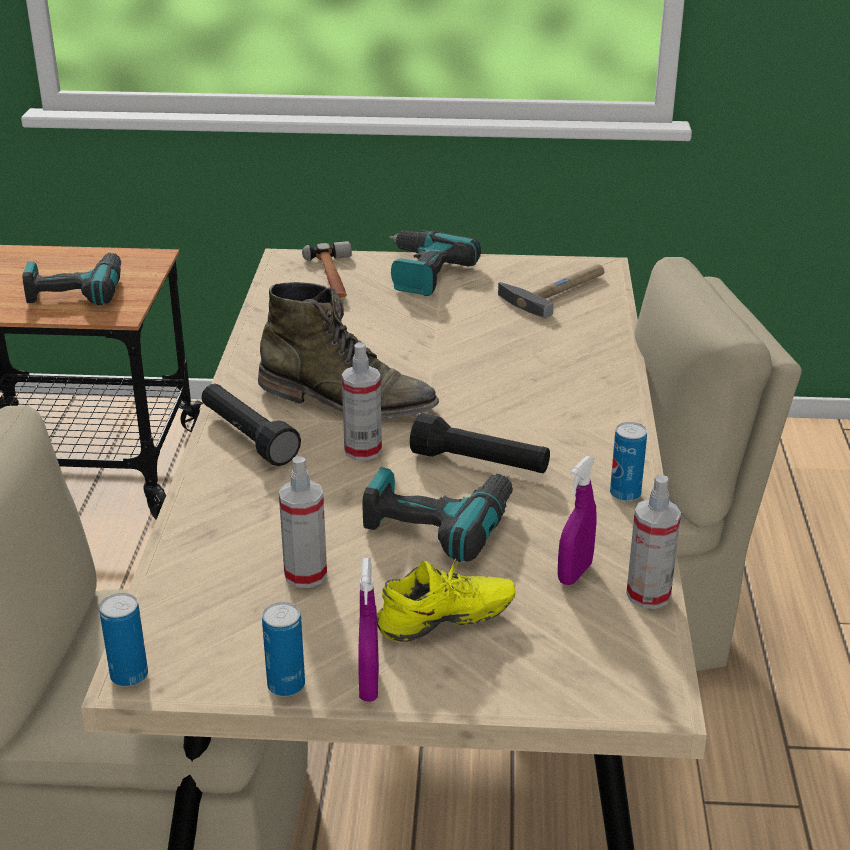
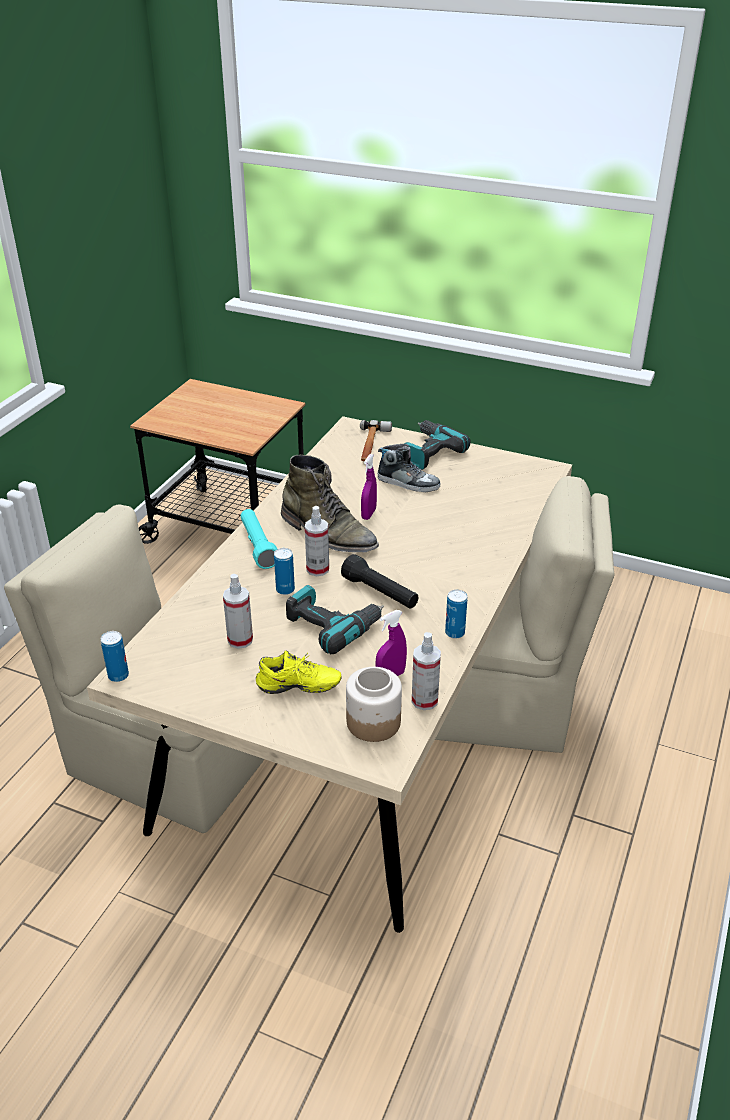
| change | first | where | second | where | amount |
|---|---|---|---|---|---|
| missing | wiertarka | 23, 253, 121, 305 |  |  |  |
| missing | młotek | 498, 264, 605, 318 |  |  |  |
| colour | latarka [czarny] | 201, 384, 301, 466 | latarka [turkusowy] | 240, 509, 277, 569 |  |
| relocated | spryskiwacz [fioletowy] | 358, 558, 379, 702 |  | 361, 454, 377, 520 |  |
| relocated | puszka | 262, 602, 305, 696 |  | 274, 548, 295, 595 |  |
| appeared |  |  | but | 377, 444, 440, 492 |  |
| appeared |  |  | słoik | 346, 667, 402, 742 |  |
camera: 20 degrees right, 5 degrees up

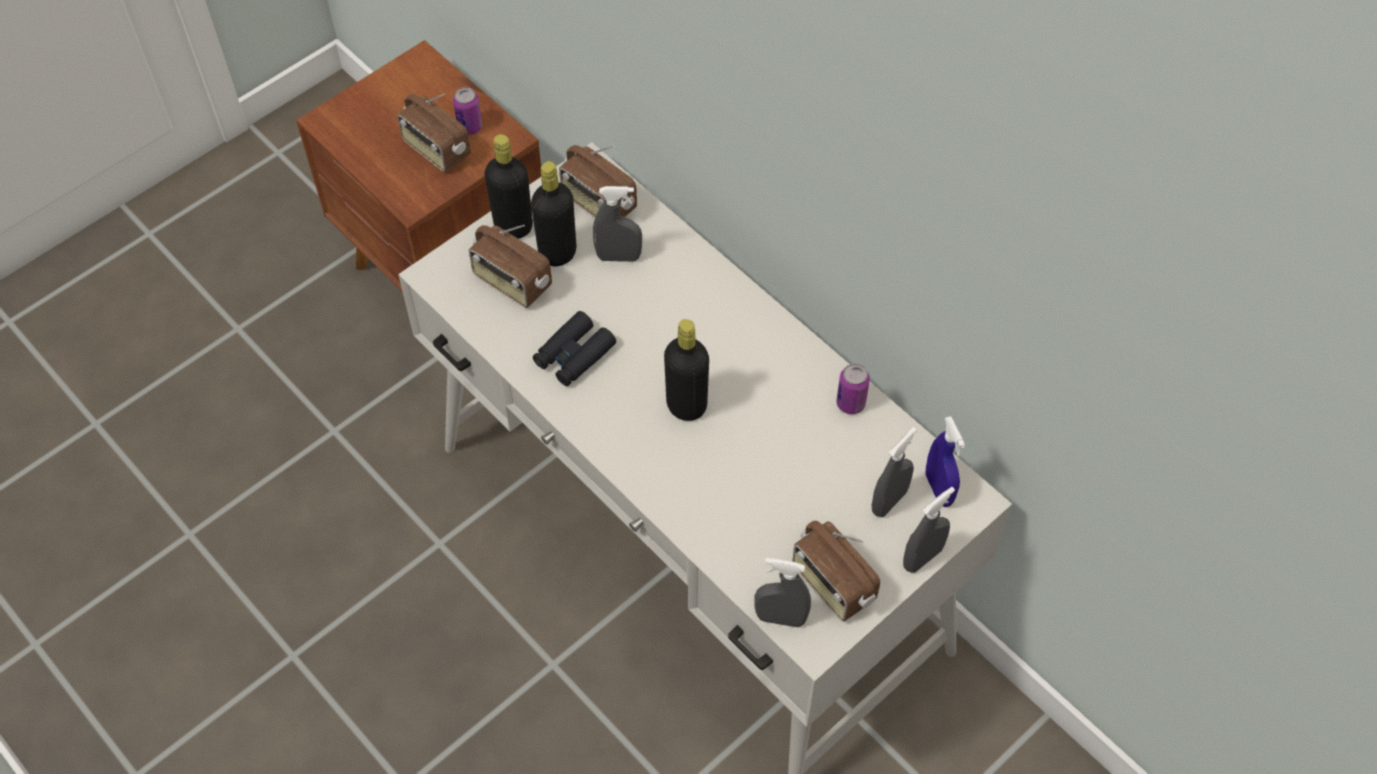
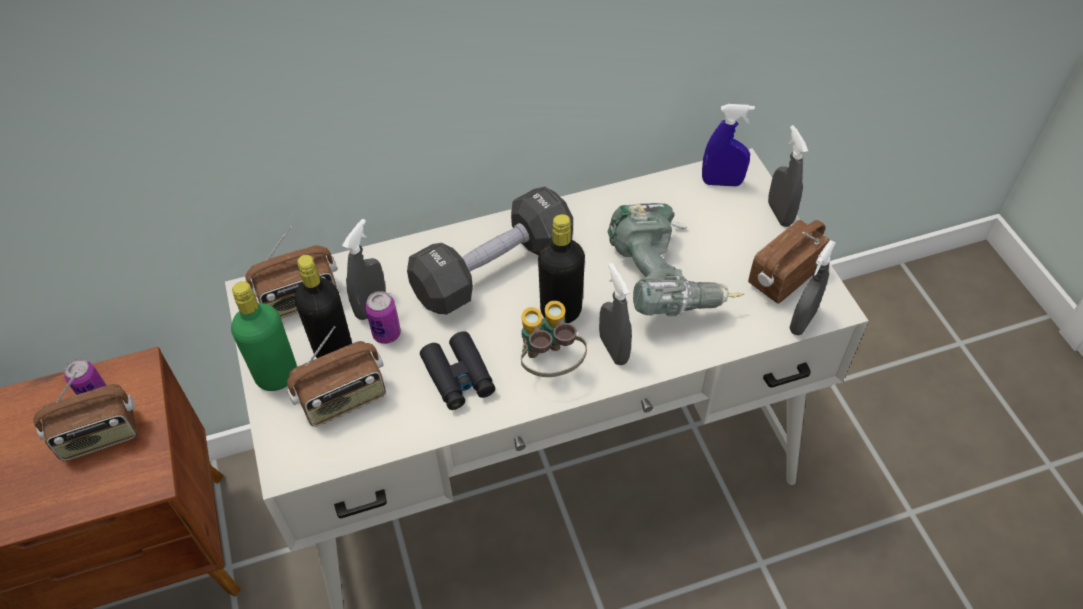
| change | first | where | second | where | amount |
|---|---|---|---|---|---|
| colour | butelka [czarny] | 485, 134, 533, 239 | butelka [zielony] | 231, 282, 297, 391 |  |
| relocated | puszka | 836, 363, 870, 414 |  | 365, 291, 401, 344 |  |
| relocated | spryskiwacz [szary] | 872, 427, 917, 517 |  | 599, 263, 632, 365 |  |
| spun | radio | 793, 521, 880, 622 |  | 748, 220, 830, 304 | 150 degrees clockwise |
| appeared |  |  | hantel [czarny] | 407, 187, 573, 314 |  |
| appeared |  |  | wiertarka | 608, 203, 745, 316 |  |
| appeared |  |  | lornetka | 521, 301, 587, 377 |  |
camera: 65 degrees left, 5 degrees down

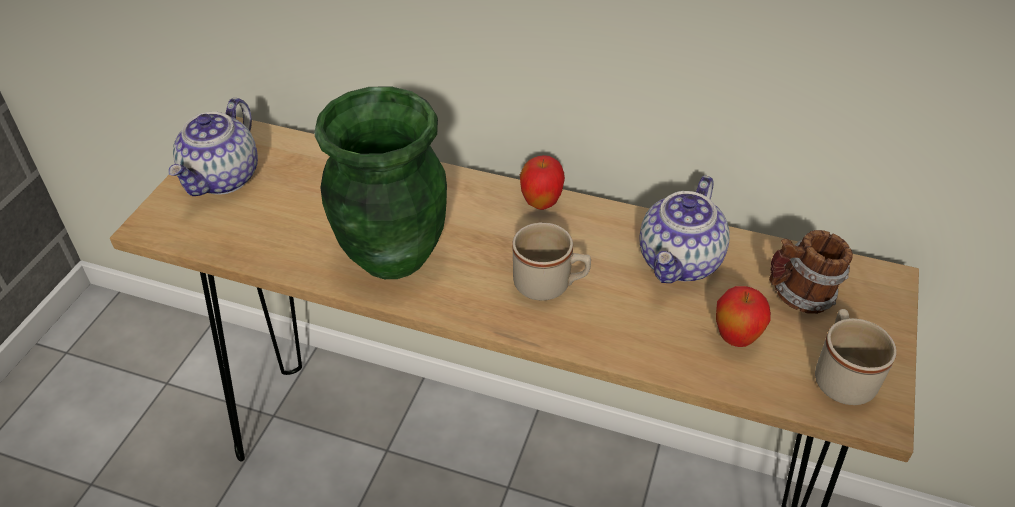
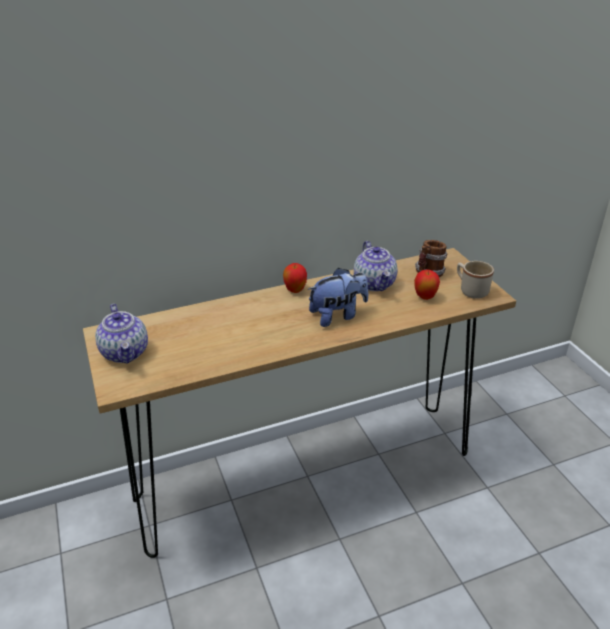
| change | first | where | second | where | amount |
|---|---|---|---|---|---|
| missing | wazon [zielony] | 314, 86, 447, 279 |  |  |  |
| exchanged | kubek [beżowy] | 512, 223, 591, 301 | pluszak | 307, 267, 368, 327 |  |
camera: 40 degrees left, 10 degrees down

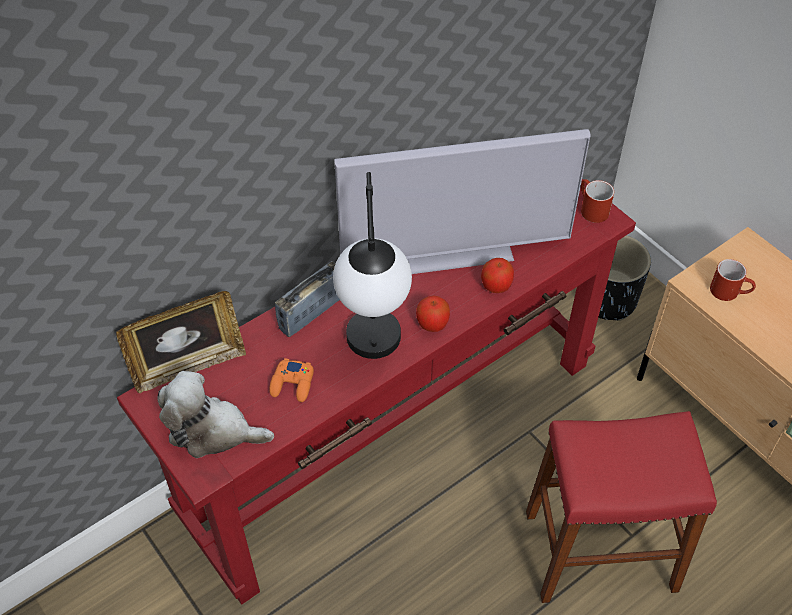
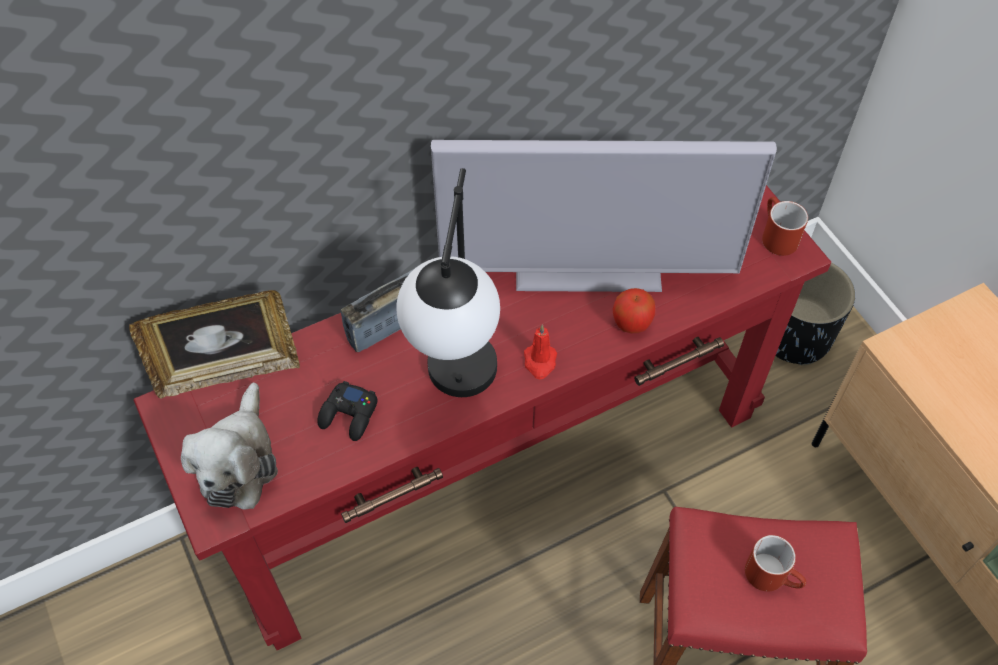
| change | first | where | second | where | amount |
|---|---|---|---|---|---|
| relocated | kubek [czerwony] | 710, 259, 756, 301 |  | 745, 535, 806, 592 |  |
| exchanged | jabłko | 416, 296, 450, 332 | świeca [czerwony] | 524, 324, 557, 379 |  |
| colour | pad do gier [pomarańczowy] | 269, 358, 314, 402 | pad do gier [czarny] | 317, 381, 378, 441 |  |
| spun | pluszak | 157, 371, 274, 458 |  | 181, 383, 278, 510 | 105 degrees counterclockwise |
camera: 10 degrees right, 5 degrees up

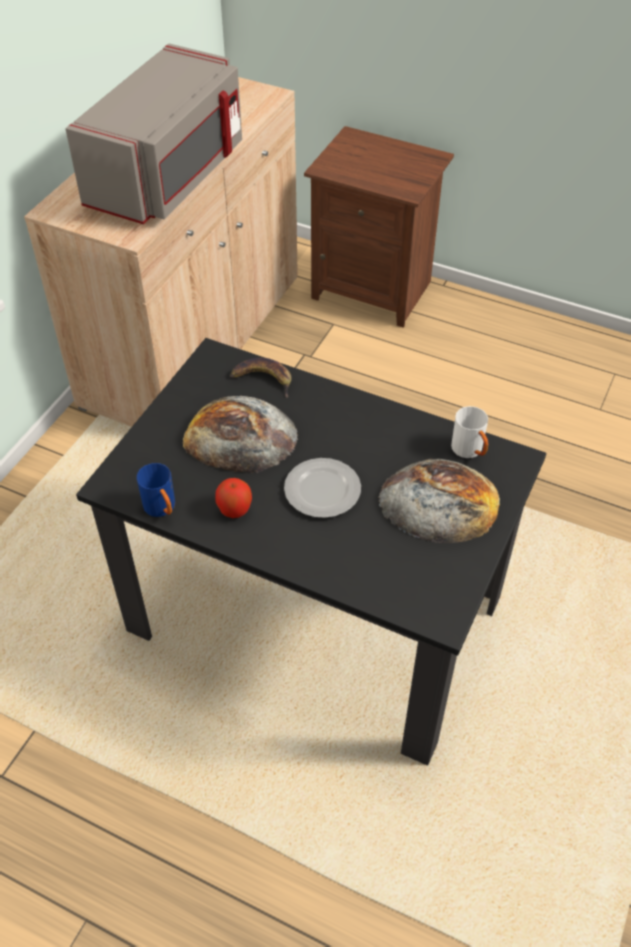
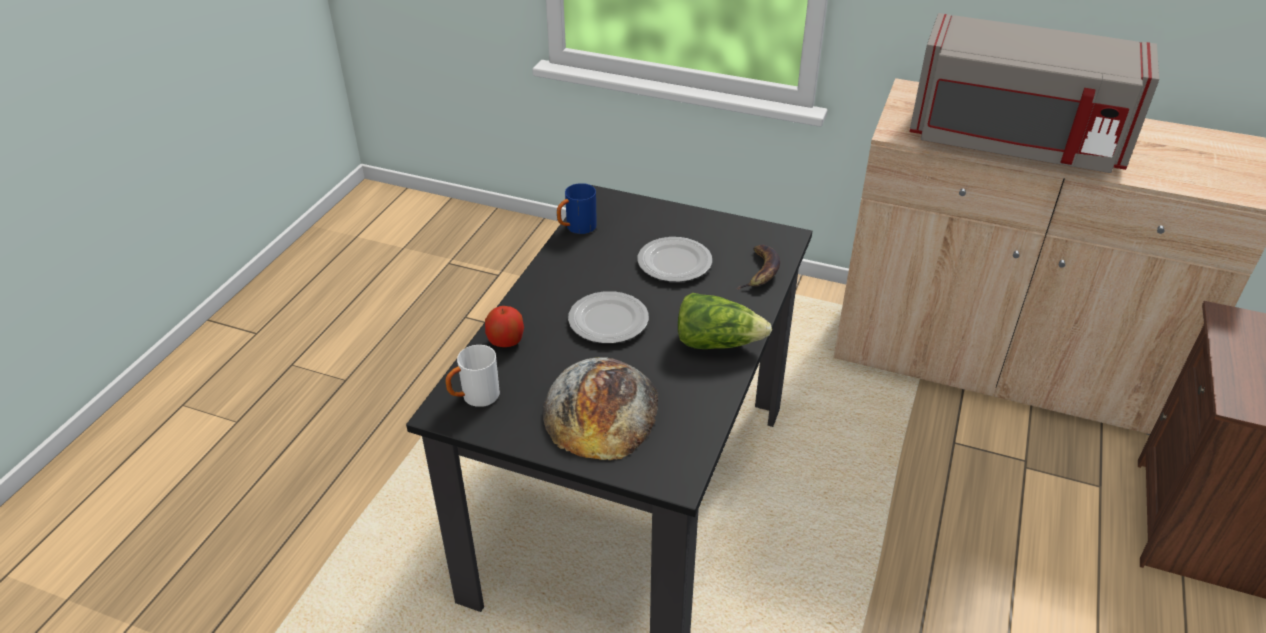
| change | first | where | second | where | amount |
|---|---|---|---|---|---|
| exchanged | chleb | 183, 396, 298, 473 | talerz | 637, 237, 712, 282 |  |
| relocated | kubek [biały] | 451, 406, 488, 458 |  | 445, 345, 500, 407 |  |
| relocated | jabłko | 215, 478, 252, 518 |  | 485, 306, 524, 347 |  |
| appeared |  |  | sałata | 678, 293, 772, 349 |  |
camera: 85 degrees right, 10 degrees down

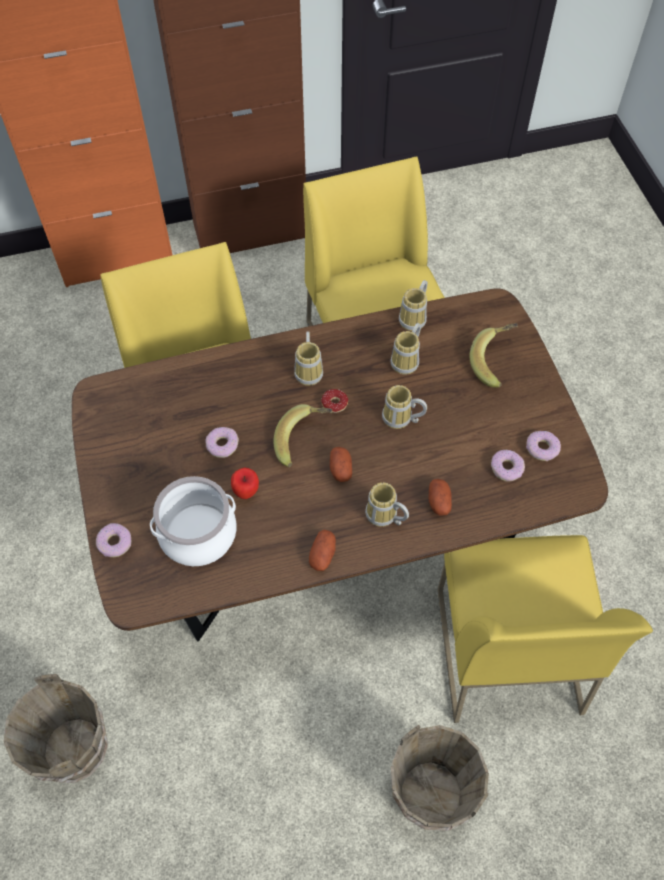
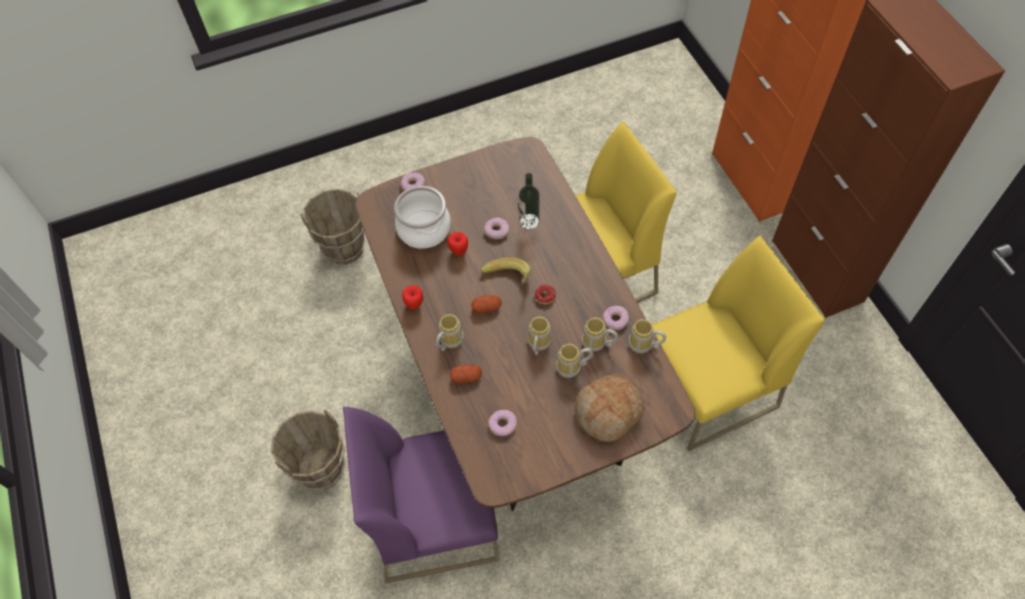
| change | first | where | second | where | amount |
|---|---|---|---|---|---|
| exchanged | banan | 470, 323, 518, 388 | chleb | 575, 374, 645, 442 |  |
| relocated | kubek | 294, 331, 323, 386 |  | 556, 344, 593, 378 |  |
| relocated | donut | 526, 431, 561, 461 |  | 603, 306, 629, 330 |  |
| exchanged | ziemniak | 309, 530, 336, 571 | jabłko | 402, 285, 423, 310 |  |
| colour | krzesło [żółty] | 437, 535, 653, 723 | krzesło [fioletowy] | 343, 407, 499, 583 |  |
| appeared |  |  | butelka | 519, 173, 540, 230 |  |
camera: 85 degrees right, 0 degrees up

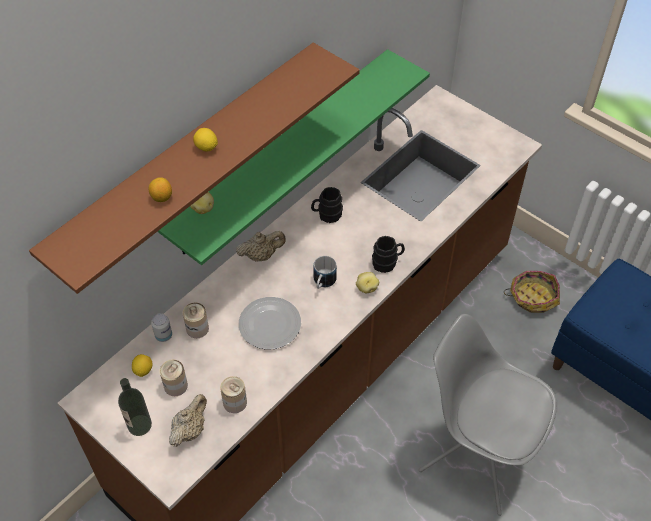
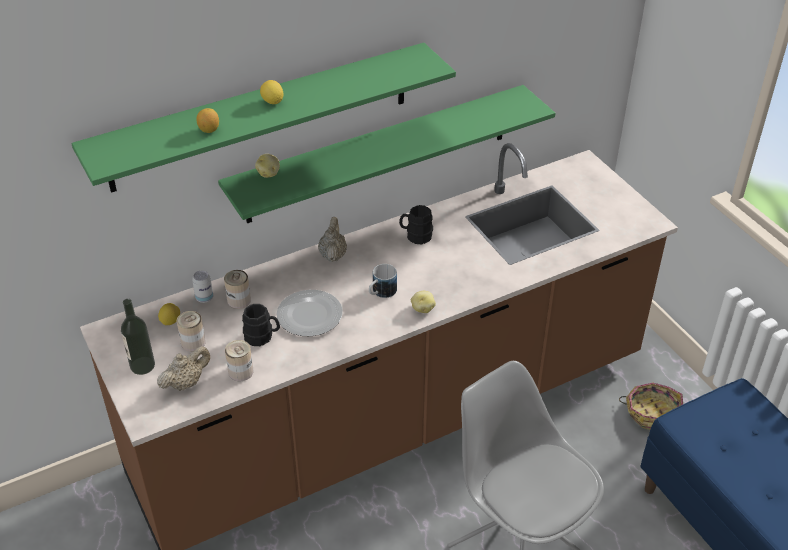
| change | first | where | second | where | amount |
|---|---|---|---|---|---|
| colour | półka [brązowy] | 29, 43, 360, 294 | półka [zielony] | 71, 43, 456, 193 |  |
| spun | imbryk [beżowy] | 236, 231, 286, 261 |  | 318, 217, 347, 262 | 90 degrees counterclockwise |
| relocated | kubek [czarny] | 372, 236, 405, 273 |  | 242, 304, 280, 346 |  |
camera: 20 degrees right, 10 degrees down

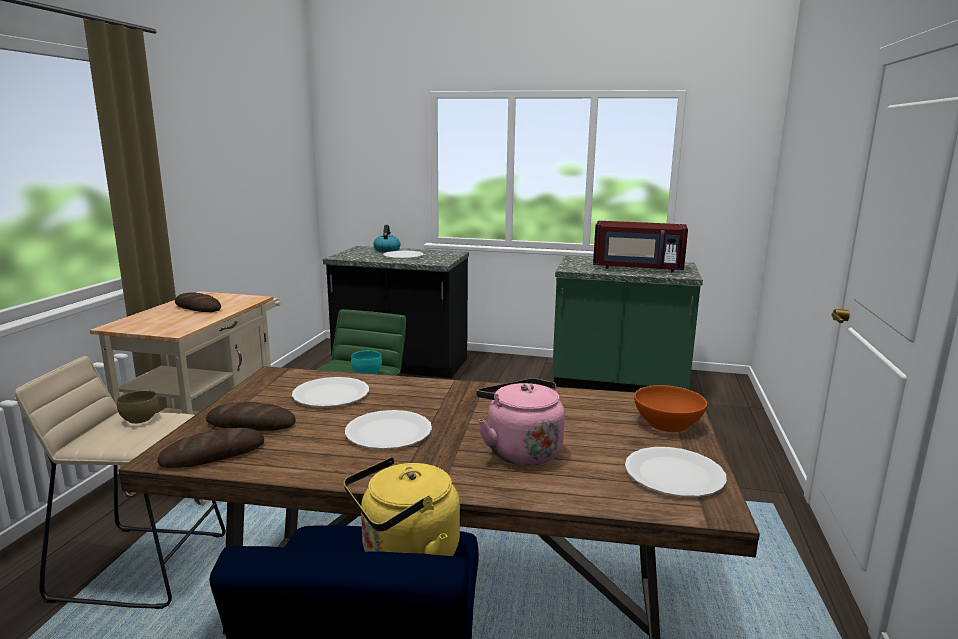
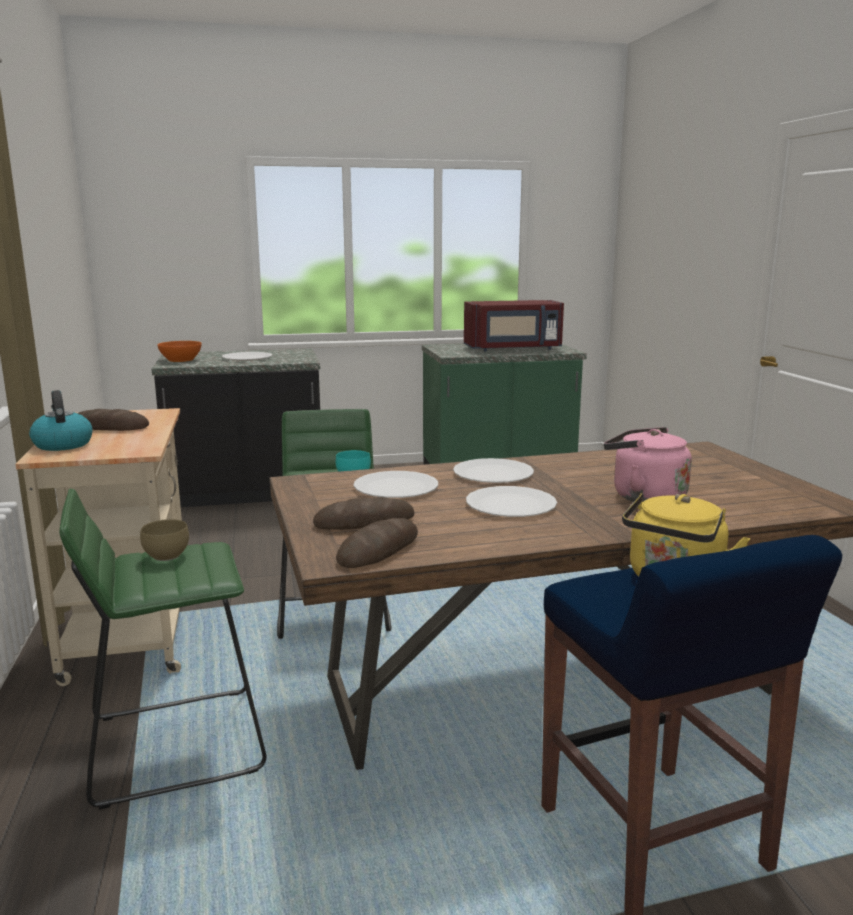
| change | first | where | second | where | amount |
|---|---|---|---|---|---|
| relocated | czajnik | 373, 225, 400, 252 |  | 29, 390, 93, 451 |  |
| colour | stołek [beżowy] | 15, 356, 225, 609 | stołek [zielony] | 59, 488, 266, 810 |  |
| relocated | miska [pomarańczowy] | 634, 385, 707, 432 |  | 157, 341, 202, 362 |  |
| relocated | talerz [biały] | 625, 447, 727, 497 |  | 453, 458, 534, 483 |  |
camera: 25 degrees left, 0 degrees up

